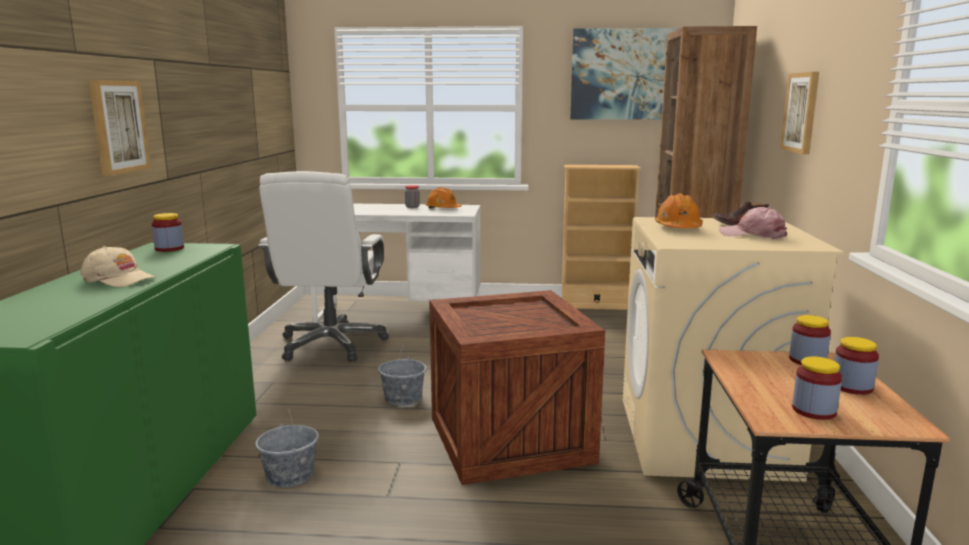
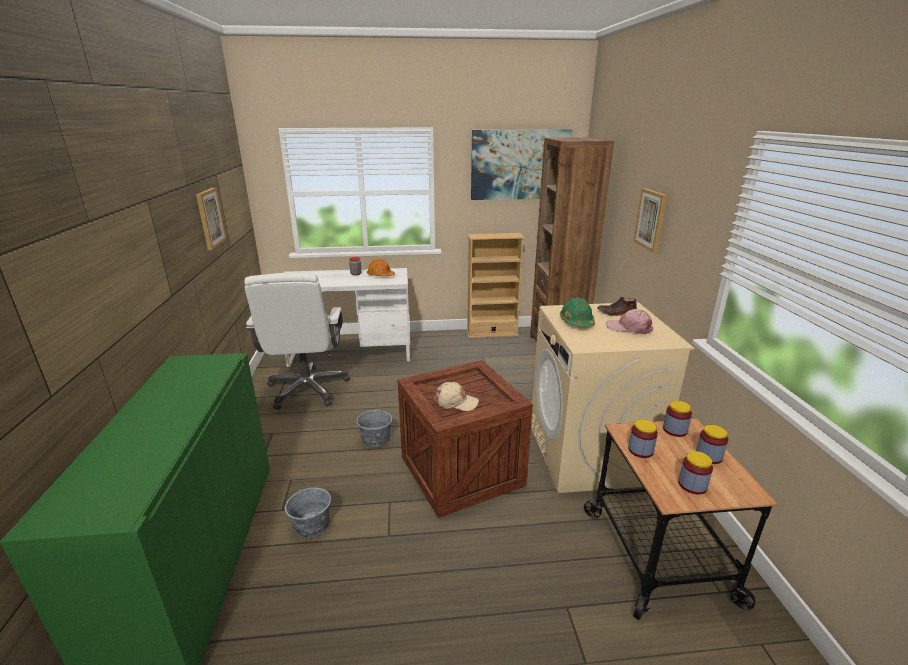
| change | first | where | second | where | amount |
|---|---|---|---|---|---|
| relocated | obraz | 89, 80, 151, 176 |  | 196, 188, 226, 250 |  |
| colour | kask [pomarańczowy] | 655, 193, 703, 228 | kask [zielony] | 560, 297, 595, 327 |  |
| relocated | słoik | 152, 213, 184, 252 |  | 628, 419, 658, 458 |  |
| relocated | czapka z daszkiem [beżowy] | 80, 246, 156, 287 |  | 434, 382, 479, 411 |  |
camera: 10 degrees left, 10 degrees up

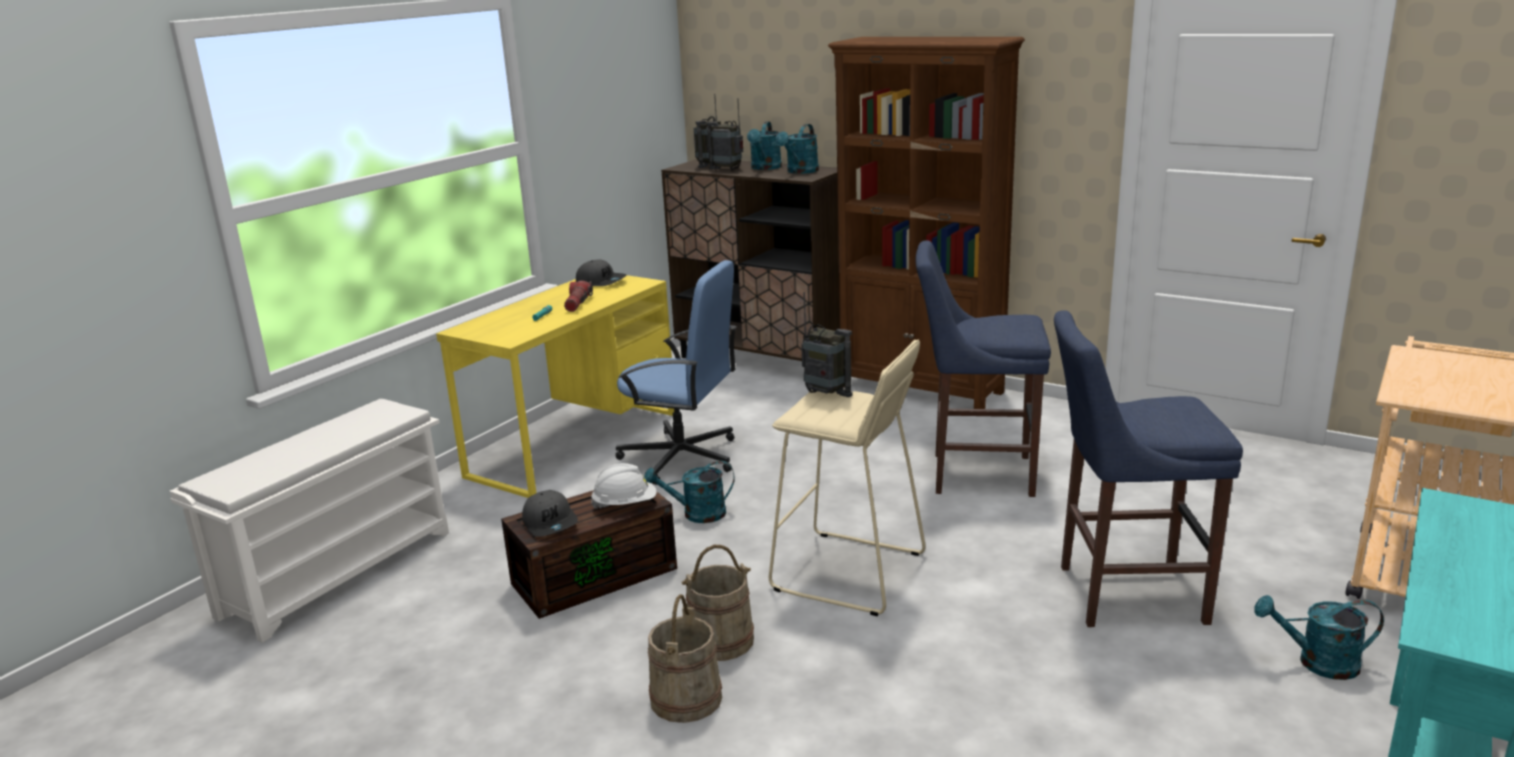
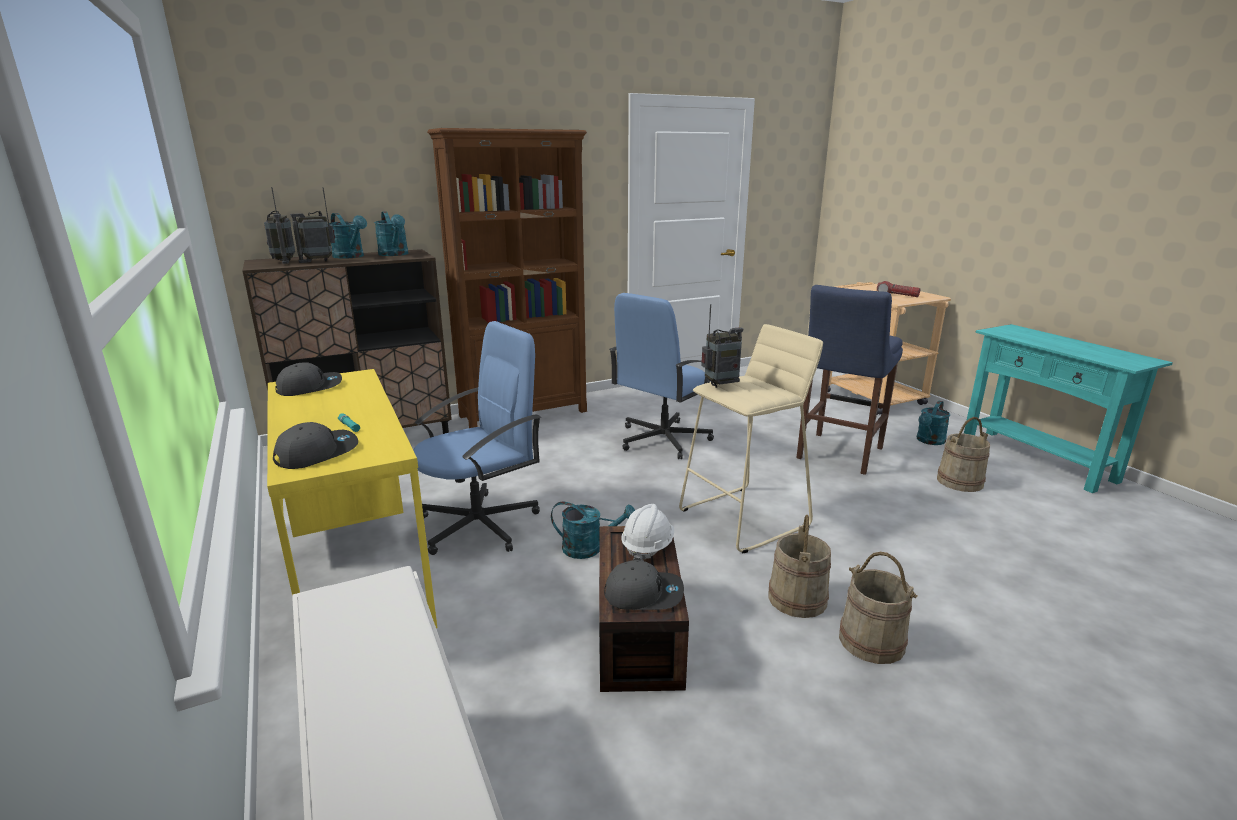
| change | first | where | second | where | amount |
|---|---|---|---|---|---|
| exchanged | stołek [niebieski] | 915, 240, 1051, 497 | krzesło biurowe [niebieski] | 609, 293, 714, 459 |  |
| relocated | latarka | 564, 281, 593, 312 |  | 877, 281, 920, 297 |  |
| spun | konewka [turkusowy] | 644, 461, 735, 523 |  | 551, 502, 635, 559 | 105 degrees counterclockwise |
| appeared |  |  | wiadro [beżowy] | 937, 417, 990, 492 |  |
| appeared |  |  | czapka z daszkiem [szary] | 273, 422, 358, 469 |  |
camera: 60 degrees left, 0 degrees up

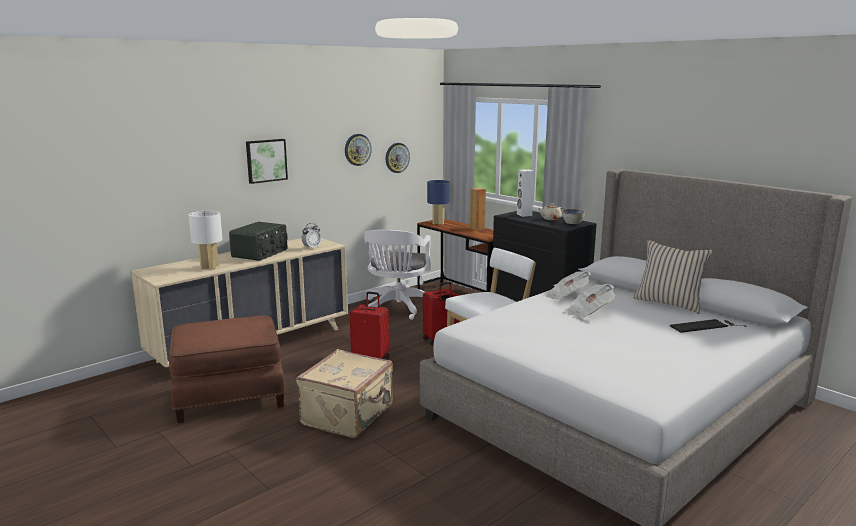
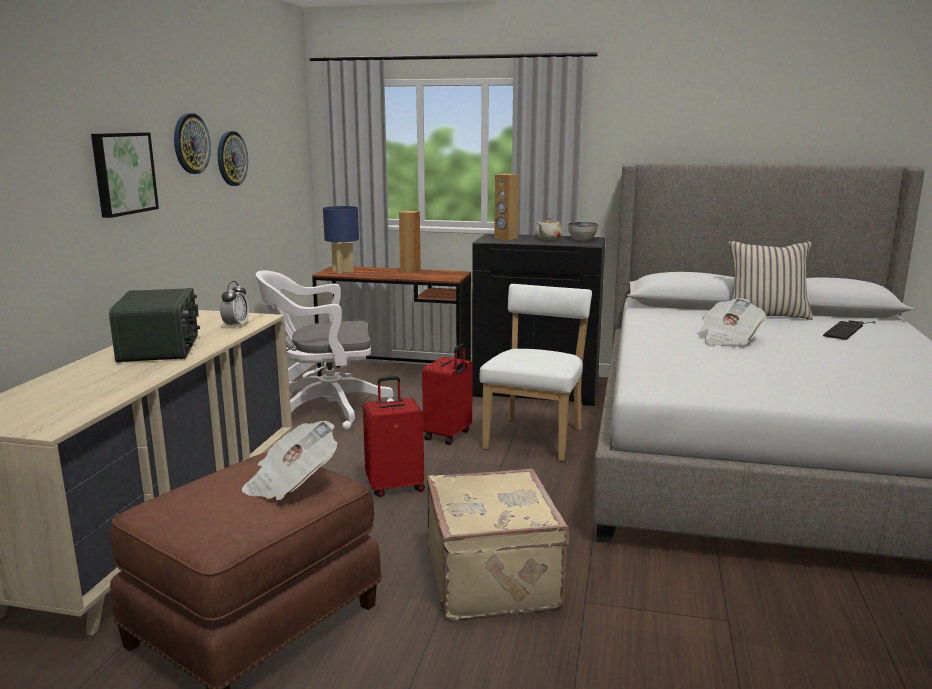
| change | first | where | second | where | amount |
|---|---|---|---|---|---|
| relocated | zegar ścienny | 386, 143, 410, 173 |  | 174, 113, 211, 174 |  |
| colour | głośnik [biały] | 517, 169, 534, 217 | głośnik [brązowy] | 494, 174, 519, 240 |  |
| missing | lampa stołowa [biały] | 188, 211, 223, 270 |  |  |  |
| spun | krzesło biurowe [biały] | 364, 230, 431, 320 |  | 256, 270, 394, 430 | 105 degrees clockwise |
| relocated | gazeta | 544, 271, 591, 300 |  | 242, 421, 337, 500 |  |
camera: 35 degrees left, 0 degrees up

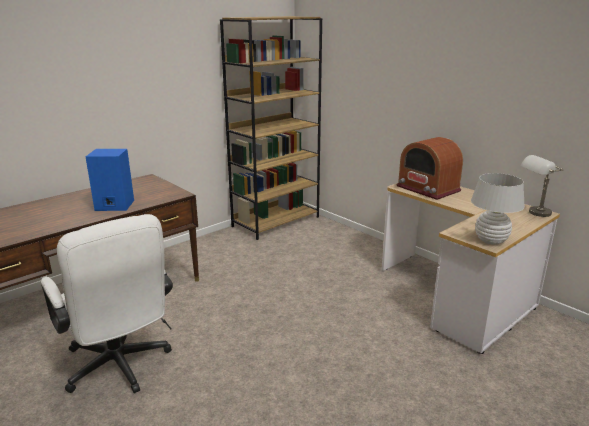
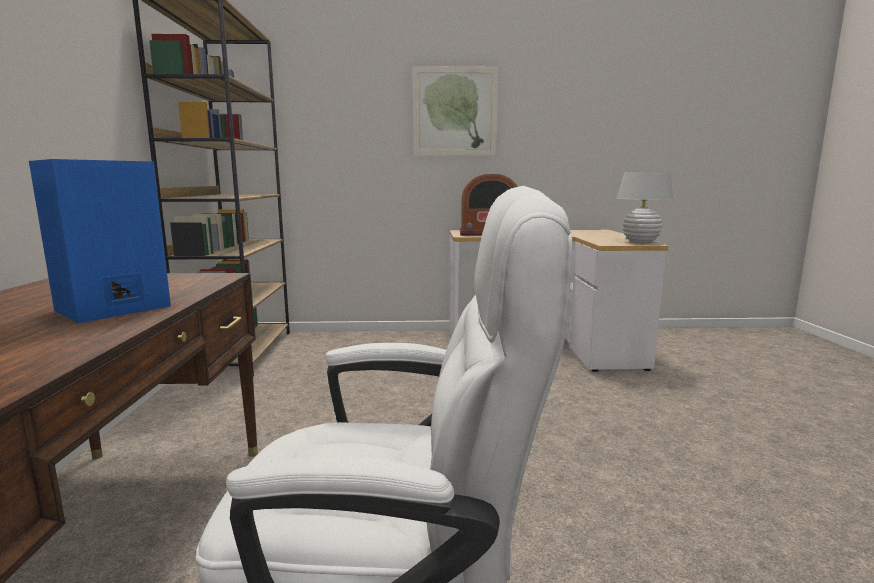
| change | first | where | second | where | amount |
|---|---|---|---|---|---|
| missing | lampa stołowa [szary] | 521, 155, 564, 217 |  |  |  |
| appeared |  |  | obraz | 413, 66, 499, 156 |  |
camera: 50 degrees left, 10 degrees down

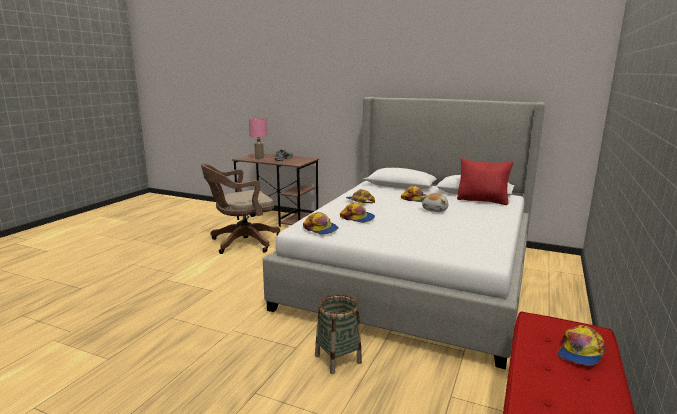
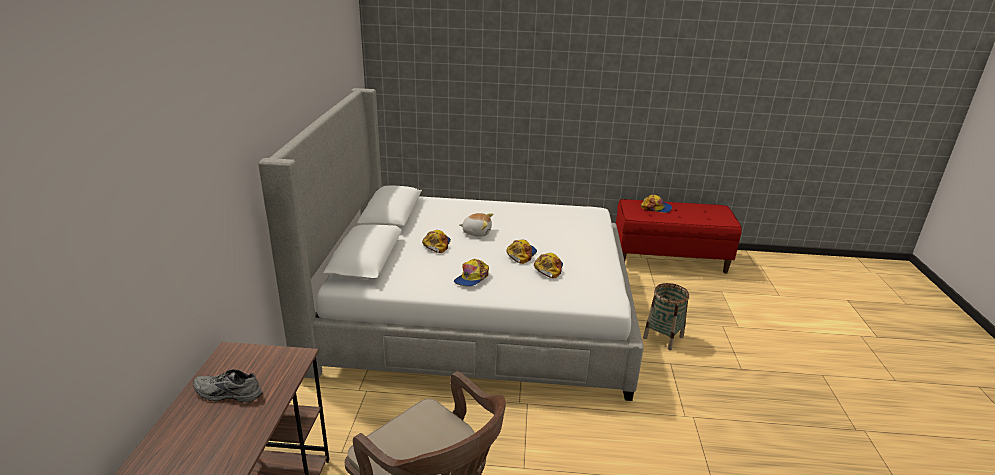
| change | first | where | second | where | amount |
|---|---|---|---|---|---|
| missing | lampa stołowa [różowy] | 249, 118, 267, 159 |  |  |  |
| missing | poduszka [czerwony] | 457, 158, 514, 205 |  |  |  |
| relocated | czapka z daszkiem | 303, 212, 339, 235 |  | 506, 239, 537, 264 |  |
camera: 110 degrees left, 10 degrees up

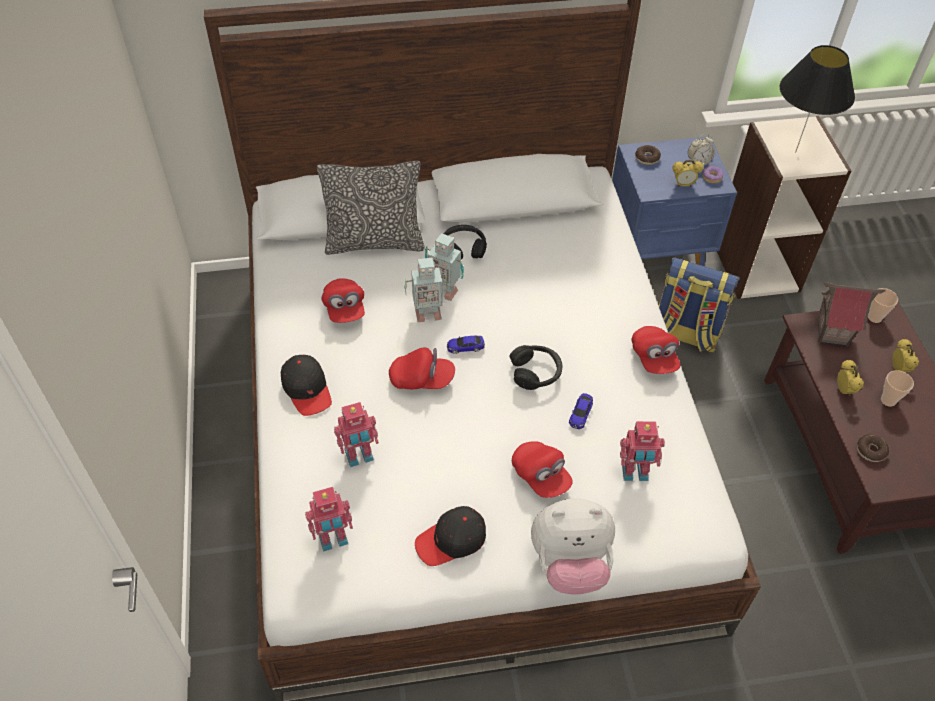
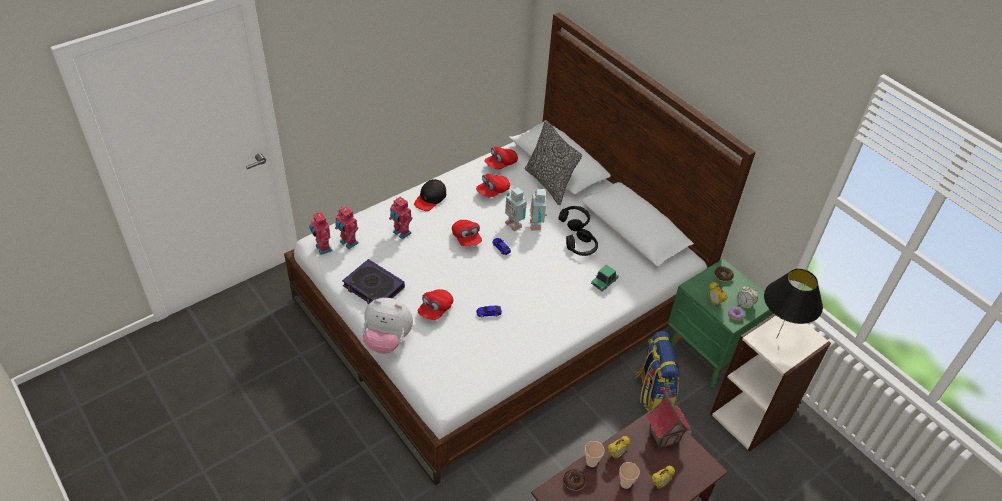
| change | first | where | second | where | amount |
|---|---|---|---|---|---|
| colour | szafka nocna [niebieski] | 612, 136, 737, 266 | szafka nocna [zielony] | 668, 259, 774, 388 |  |
| relocated | filiżanka | 868, 288, 898, 323 |  | 585, 441, 605, 467 |  |
| relocated | czapka z daszkiem [czerwony] | 631, 326, 680, 374 |  | 485, 147, 518, 169 |  |
| relocated | słuchawki [czarny] | 510, 345, 562, 390 |  | 566, 229, 598, 256 |  |
| relocated | robot zabawkowy | 620, 421, 665, 481 |  | 309, 211, 332, 255 |  |
| spun | pluszak | 531, 498, 615, 595 |  | 362, 298, 413, 354 | 45 degrees counterclockwise |
| exchanged | czapka z daszkiem [czarny] | 415, 506, 486, 566 | książka | 342, 259, 405, 304 |  |
| appeared |  |  | samochodzik | 591, 265, 619, 291 |  |
camera: 60 degrees right, 5 degrees down

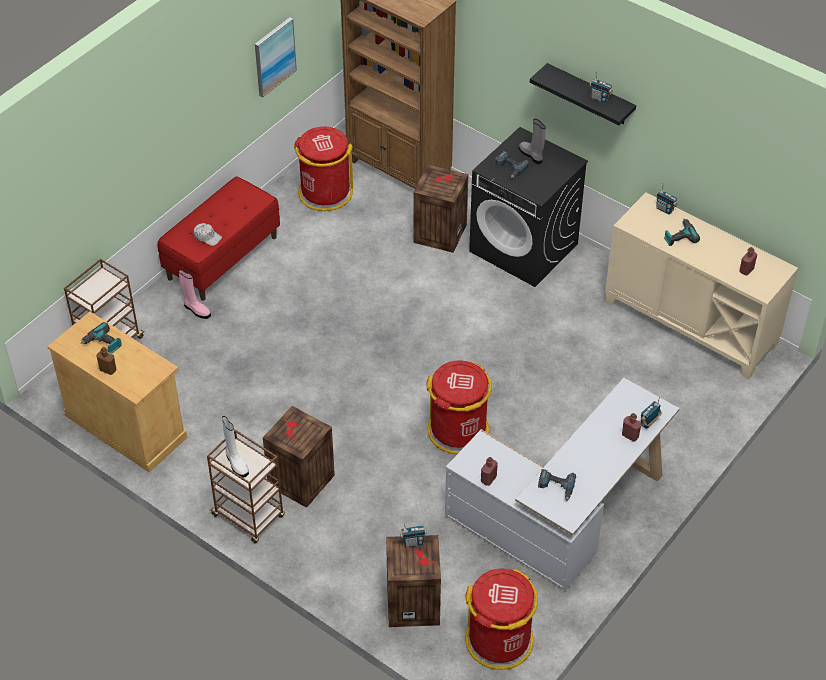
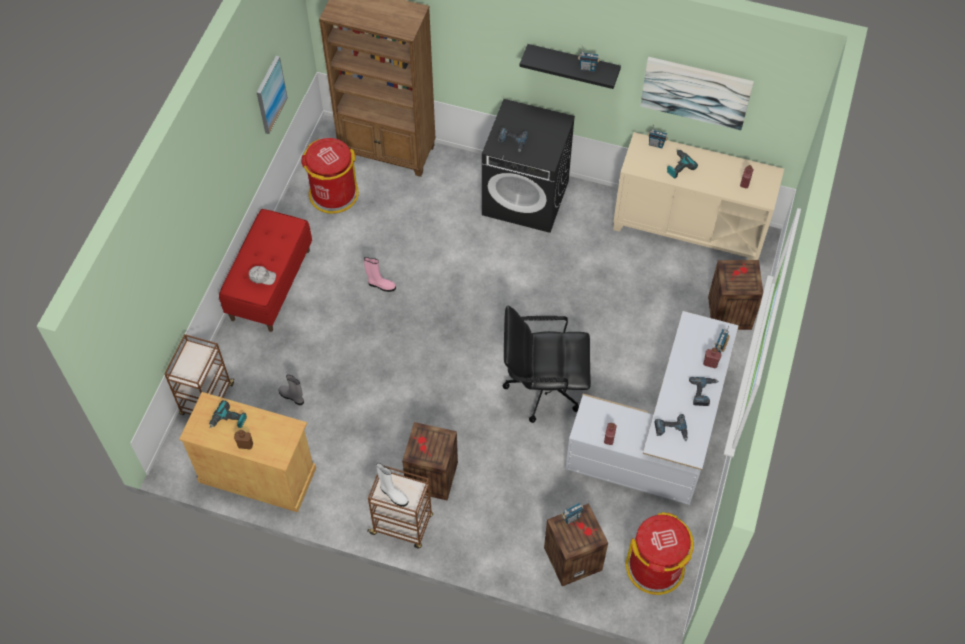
| change | first | where | second | where | amount |
|---|---|---|---|---|---|
| relocated | but z cholewką [szary] | 519, 119, 546, 164 |  | 278, 375, 304, 405 |  |
| relocated | skrzynka | 414, 165, 468, 253 |  | 708, 260, 763, 330 |  |
| relocated | but z cholewką [różowy] | 179, 270, 211, 319 |  | 364, 257, 396, 292 |  |
| exchanged | kosz na śmieci [czerwony] | 426, 361, 492, 454 | krzesło biurowe [czarny] | 503, 306, 591, 423 |  |
| appeared |  |  | obraz | 640, 57, 754, 130 |  |
| appeared |  |  | wiertarka | 689, 377, 719, 406 |  |
camera: 20 degrees left, 10 degrees up

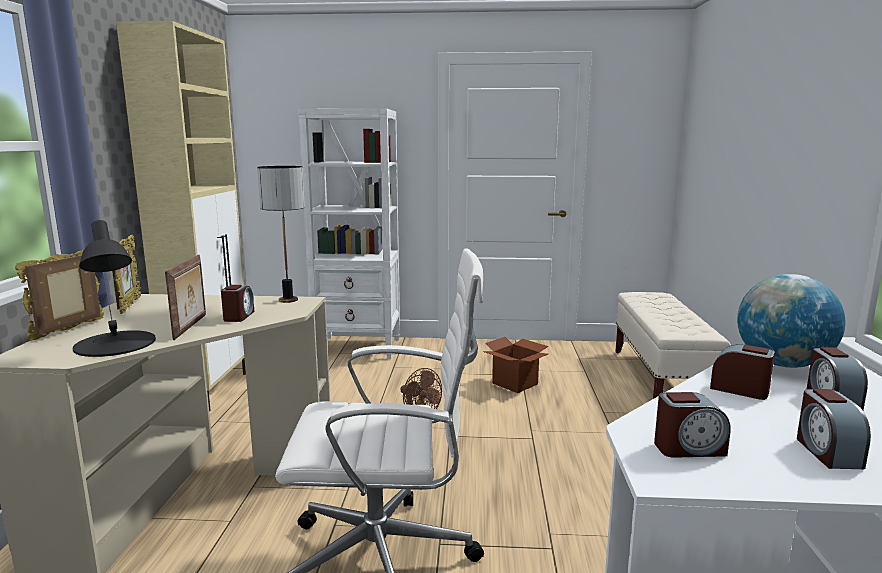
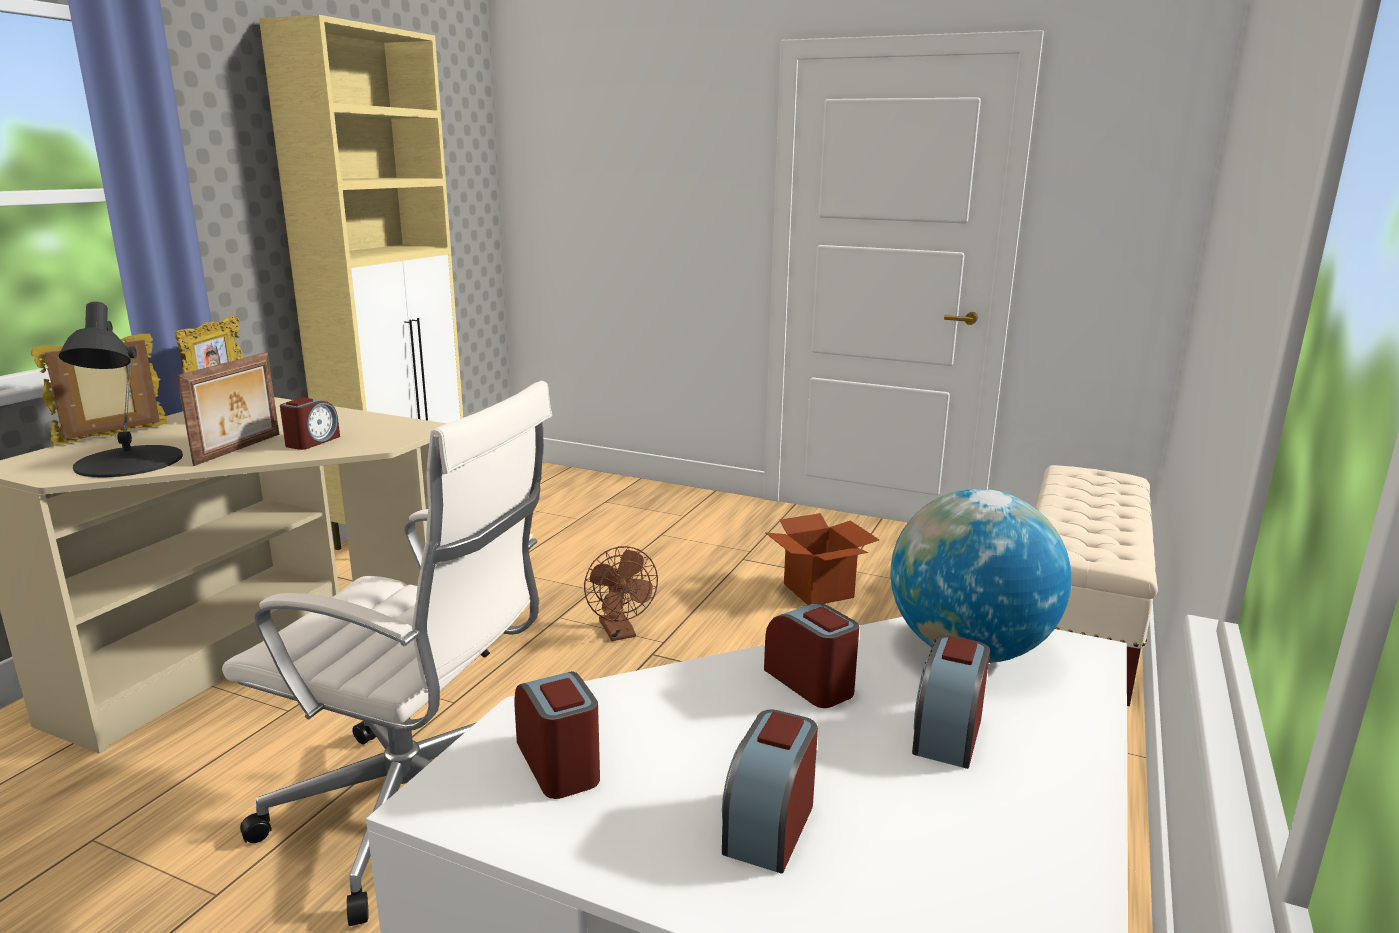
| change | first | where | second | where | amount |
|---|---|---|---|---|---|
| missing | regał [biały] | 298, 108, 400, 359 |  |  |  |
| missing | lampa stołowa | 257, 166, 305, 303 |  |  |  |
| spun | budzik | 654, 392, 731, 458 |  | 514, 671, 600, 799 | 135 degrees counterclockwise |
camera: 20 degrees right, 5 degrees up

